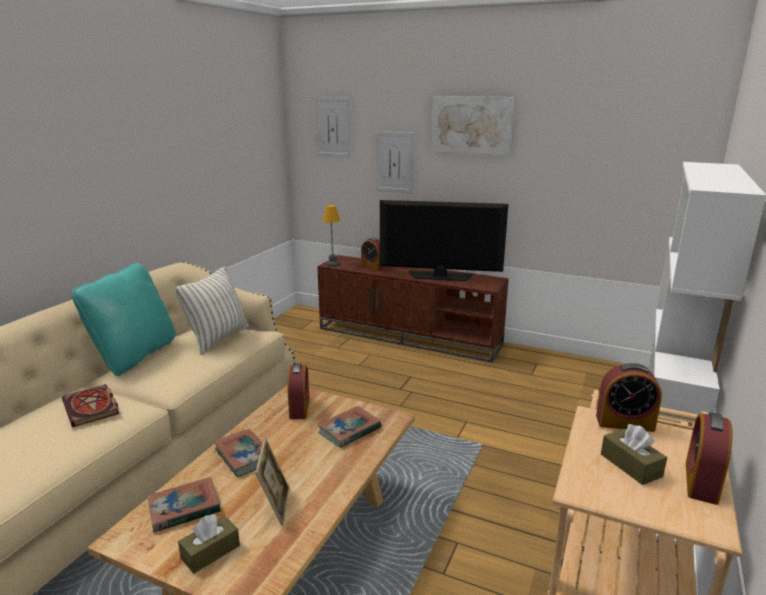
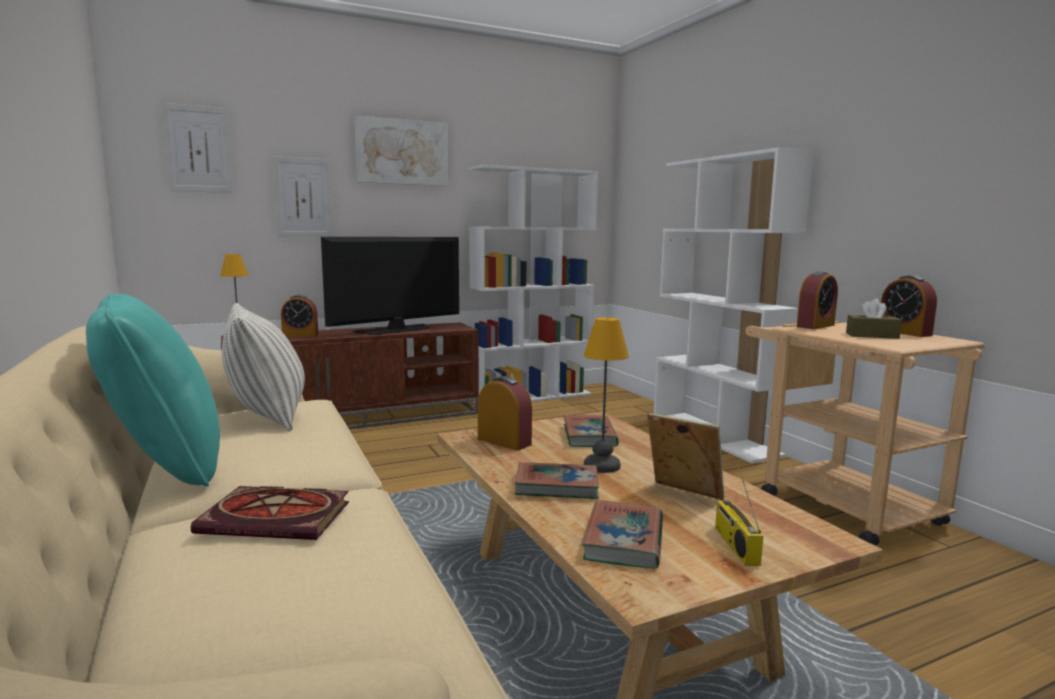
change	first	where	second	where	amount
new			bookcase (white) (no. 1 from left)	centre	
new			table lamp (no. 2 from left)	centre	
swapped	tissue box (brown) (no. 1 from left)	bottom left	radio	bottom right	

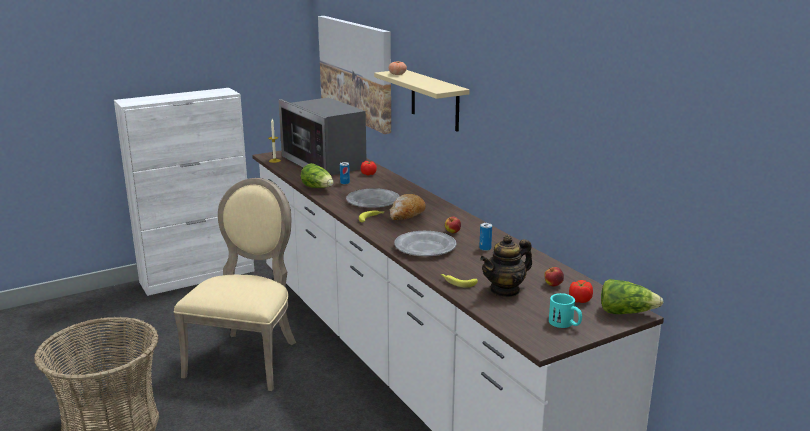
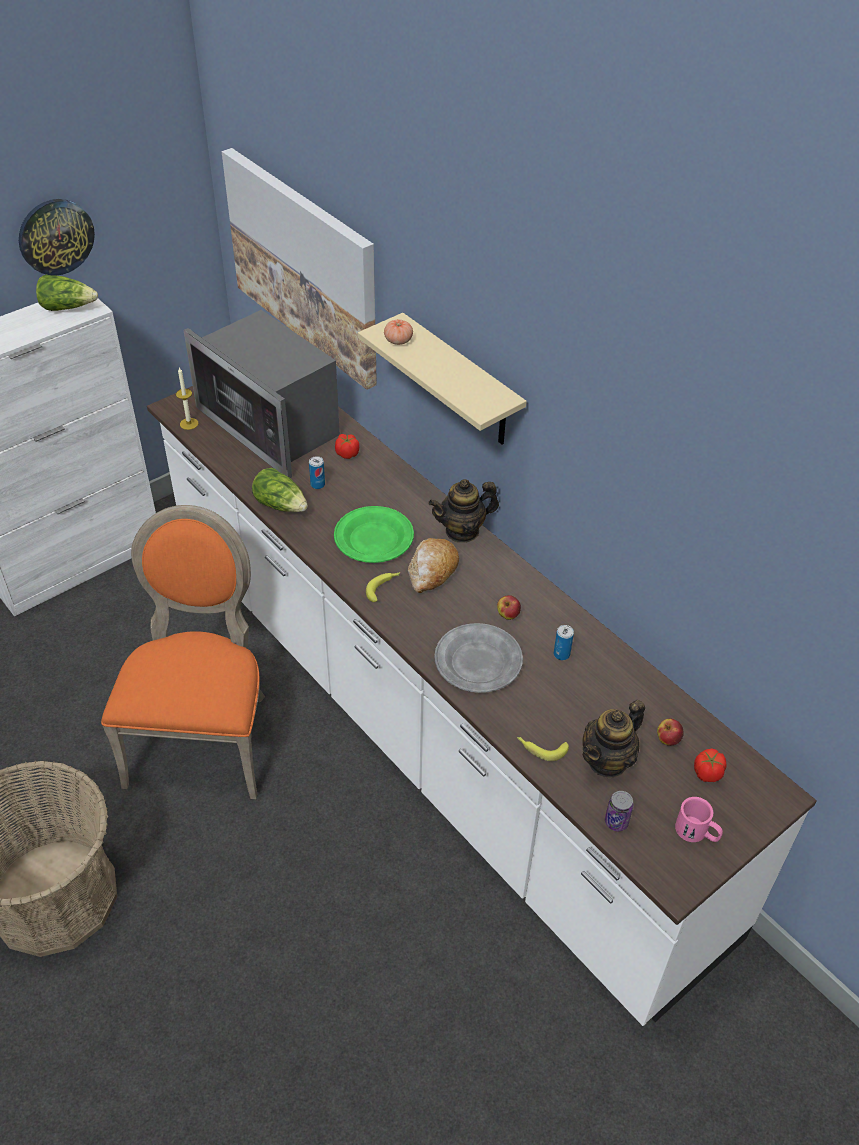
change	first	where	second	where	amount
new			wall clock	top left	
shifted	lettuce (no. 2 from left in the first image)	bottom right	lettuce (no. 1 from left)	top left	
repainted	chair (beige)	middle left	chair (orange)	middle left	
repainted	plate (grey) (no. 1 from left)	centre	plate (green)	centre	
new			teapot (no. 1 from left)	centre	
new			can (no. 3 from left)	bottom right	
repainted	mug (turquoise)	bottom right	mug (pink)	bottom right	

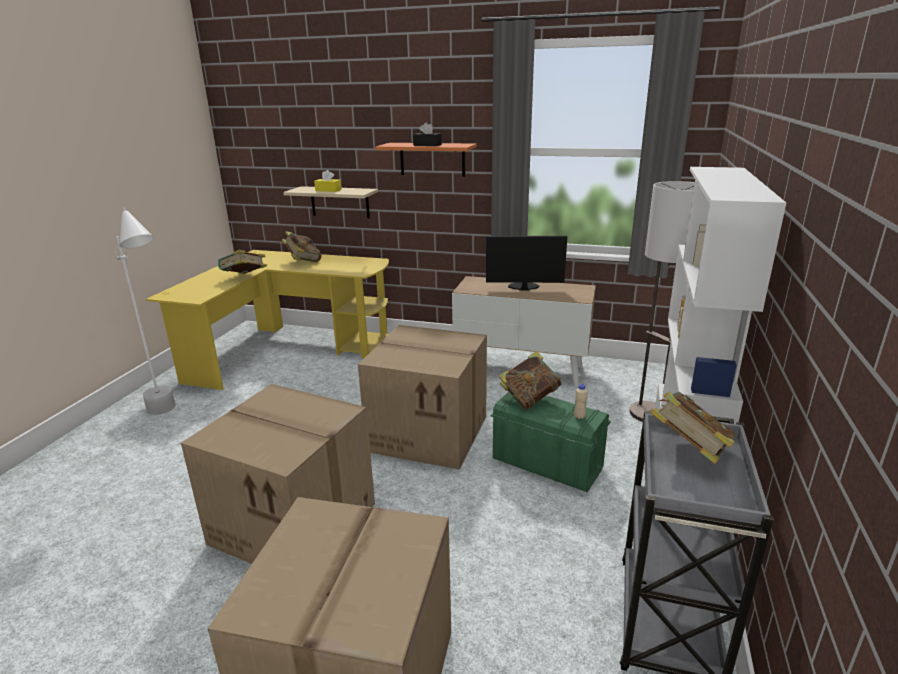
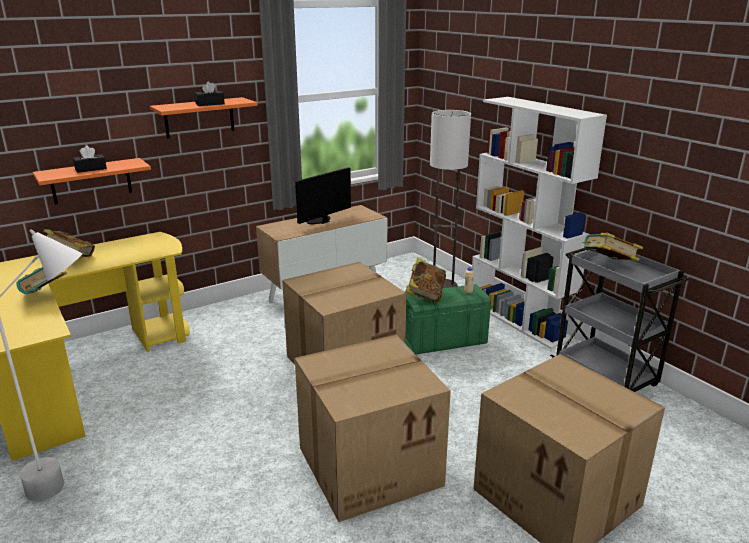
change	first	where	second	where	amount
repainted	shelf (beige)	top centre	shelf (orange) (no. 1 from left)	middle left	
repainted	tissue box (yellow)	top centre	tissue box (black) (no. 1 from left)	top left	

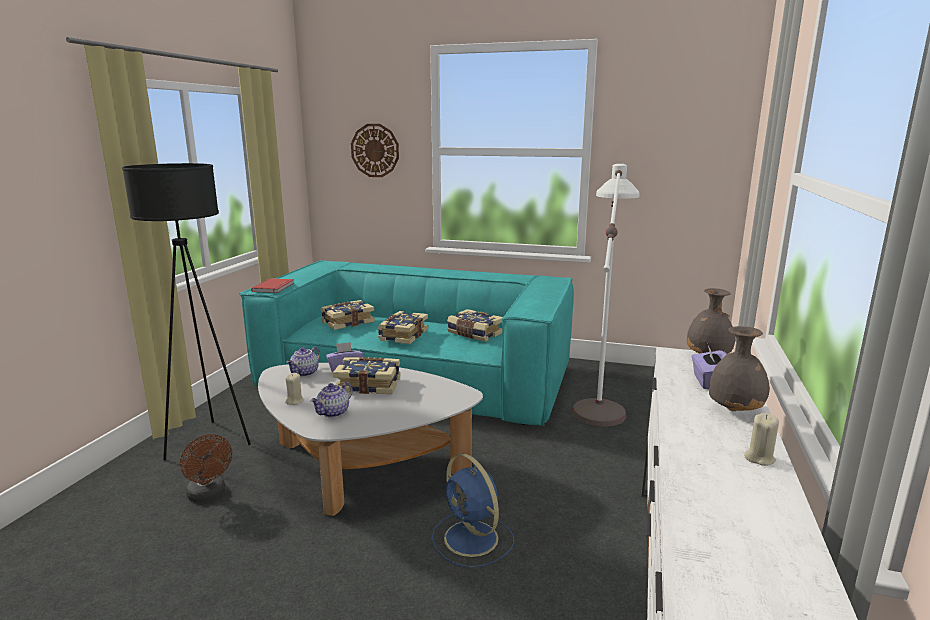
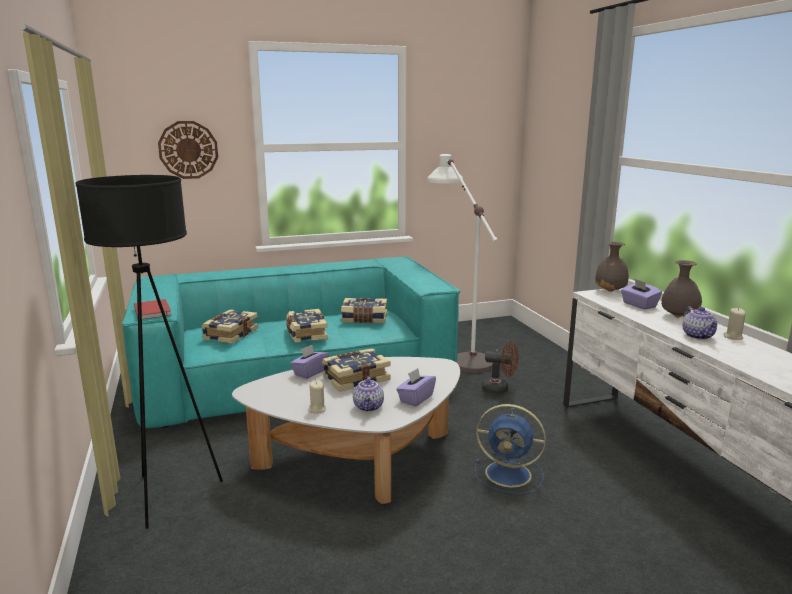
change	first	where	second	where	amount
new			tissue box (purple) (no. 2 from left)	centre	
shifted	fan (brown)	bottom left		centre	
shifted	teapot (no. 1 from left in the first image)	middle left	teapot (no. 2 from left)	middle right	

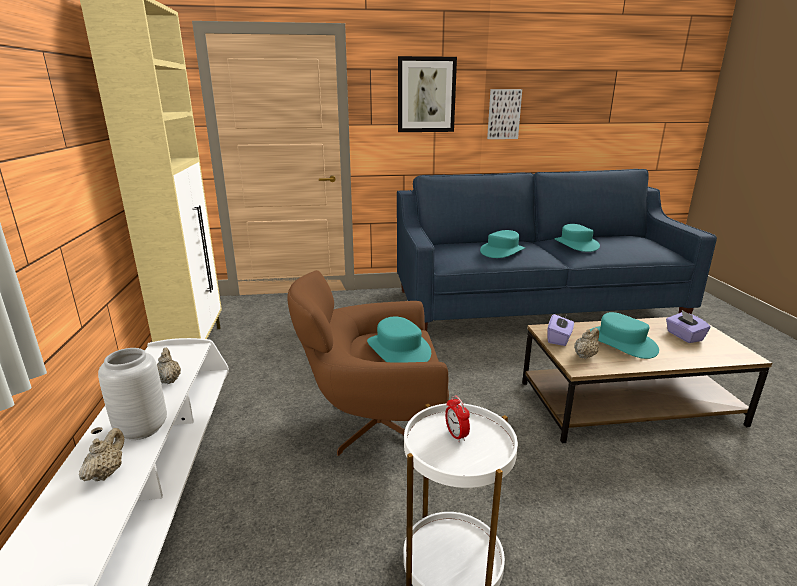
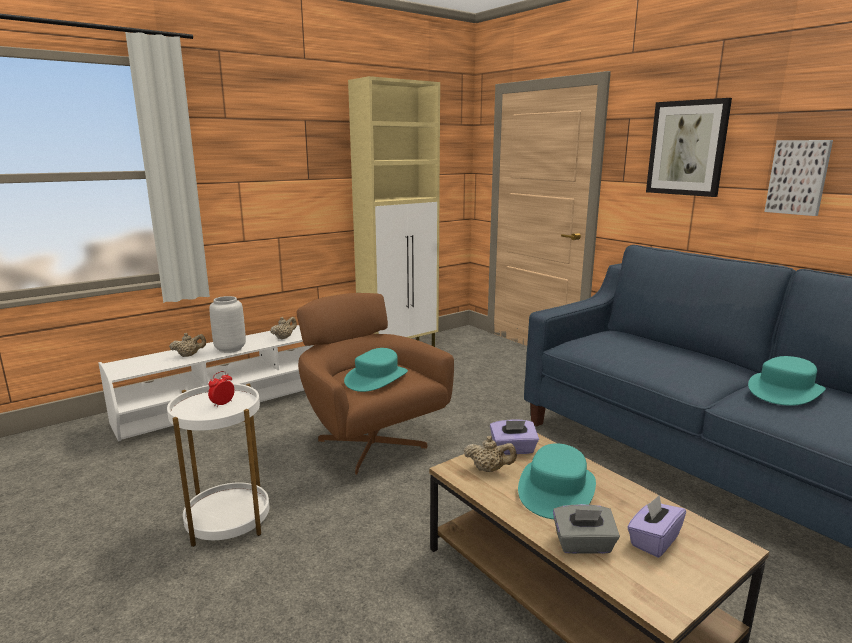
change	first	where	second	where	amount
new			tissue box (grey)	bottom right	
gone	hat (turquoise) (no. 2 from left)	centre			

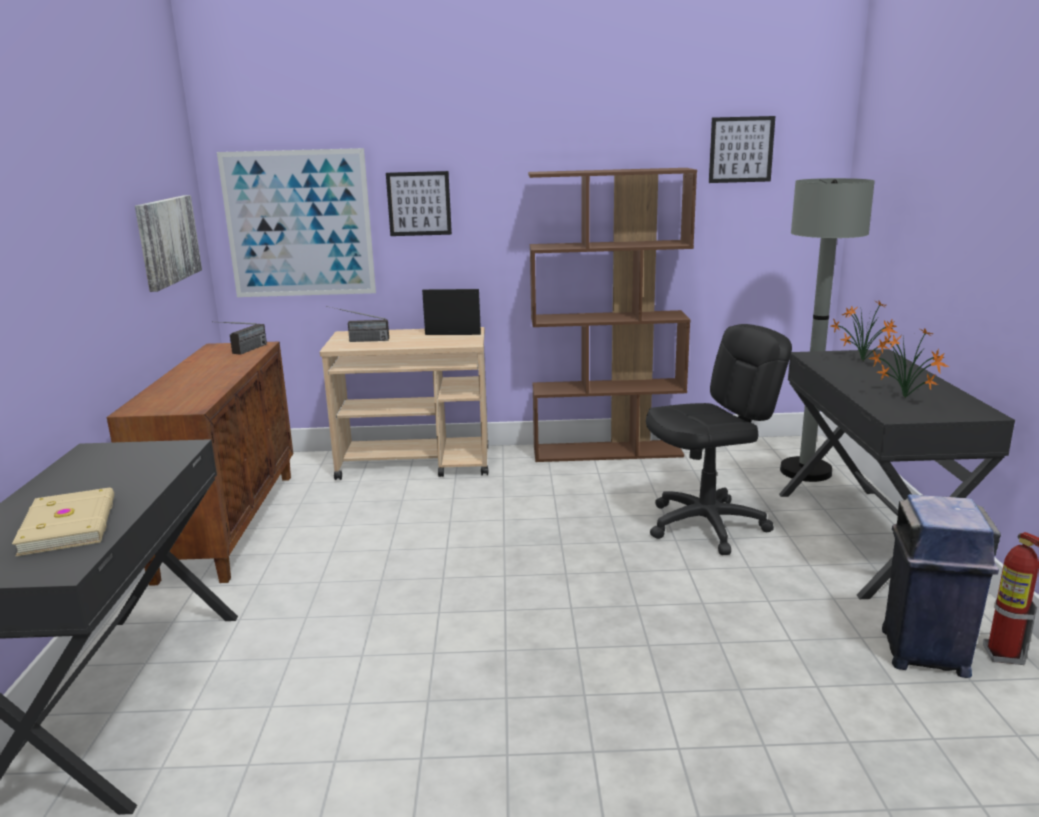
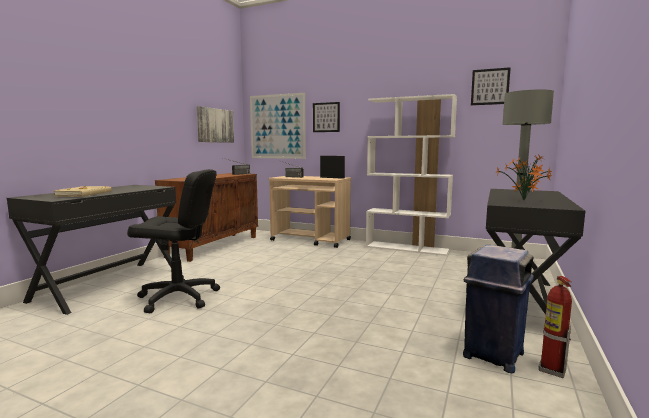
change	first	where	second	where	amount
shifted	office chair (black)	middle right		middle left	
repainted	bookcase (brown)	centre	bookcase (white)	centre	

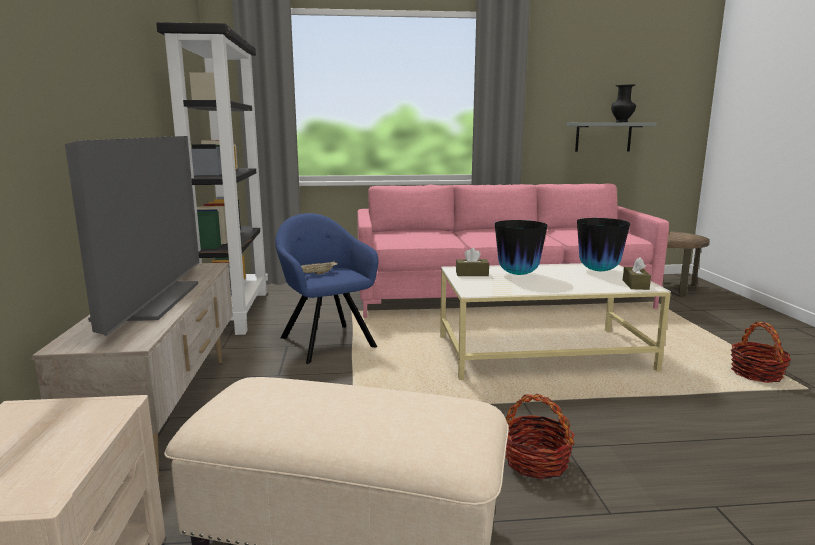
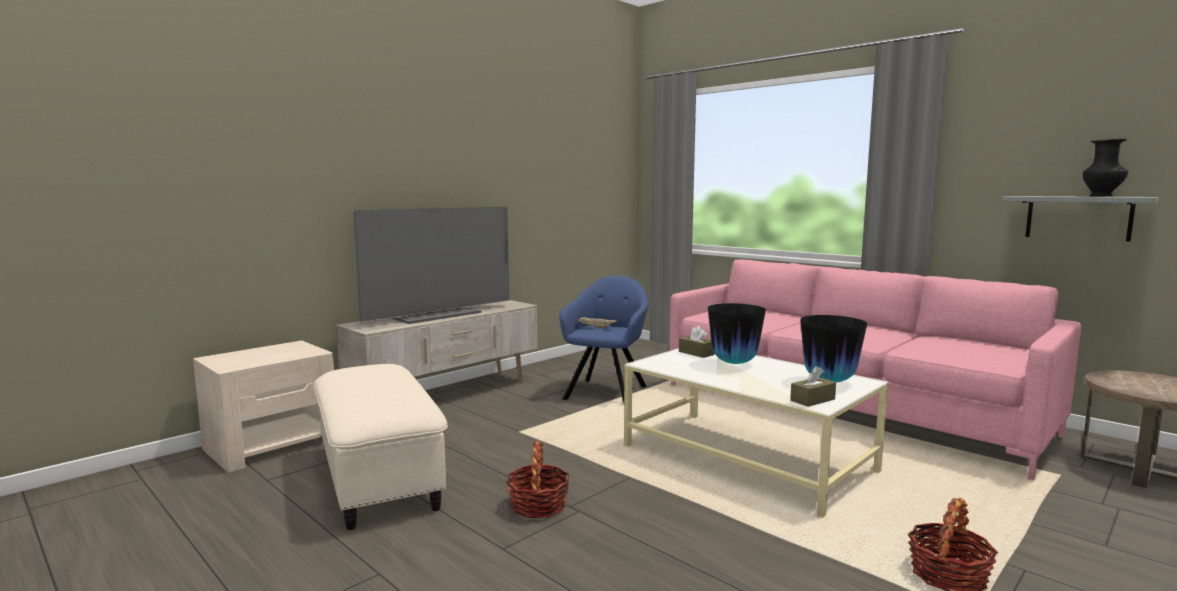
change	first	where	second	where	amount
gone	bookcase (black)	top left			

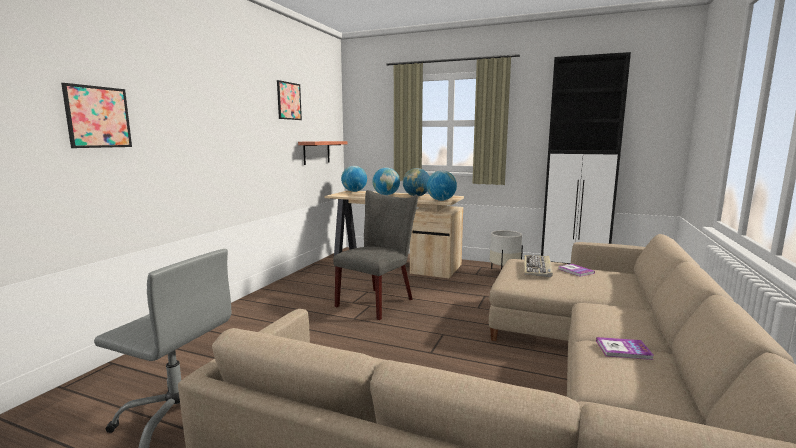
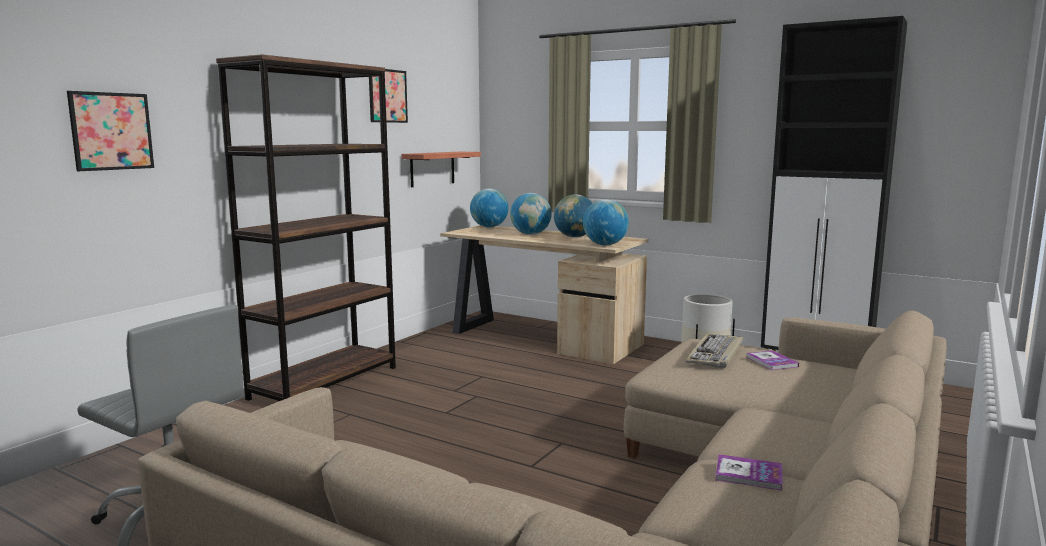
change	first	where	second	where	amount
new			bookcase (brown)	middle left	
gone	chair (grey)	centre			

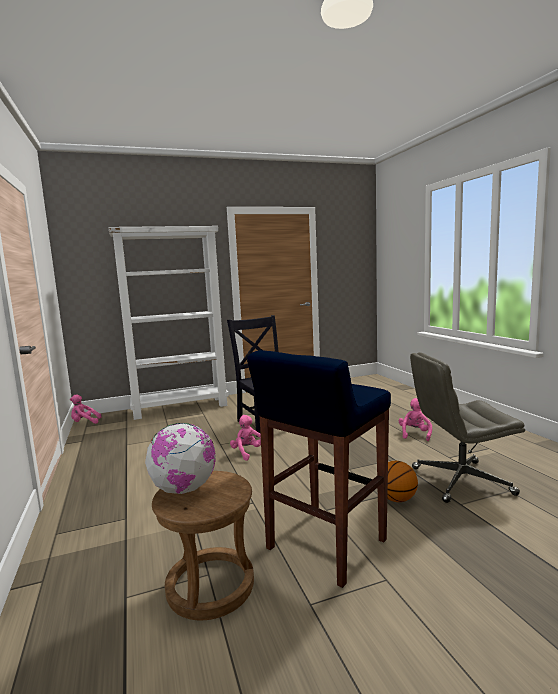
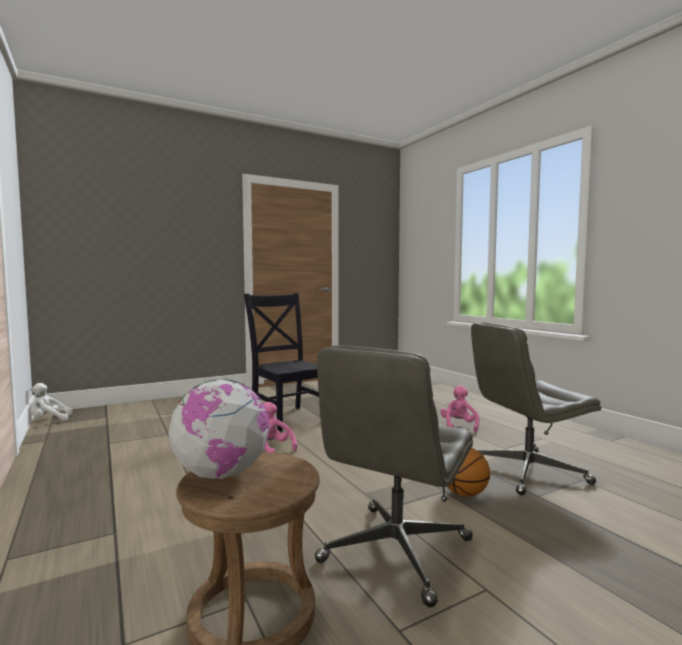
change	first	where	second	where	amount
repainted	plush toy (pink) (no. 1 from left)	middle left	plush toy (white)	middle left	
swapped	stool (blue)	bottom centre	office chair (grey) (no. 1 from left)	bottom centre	
gone	bookcase (white)	middle left			

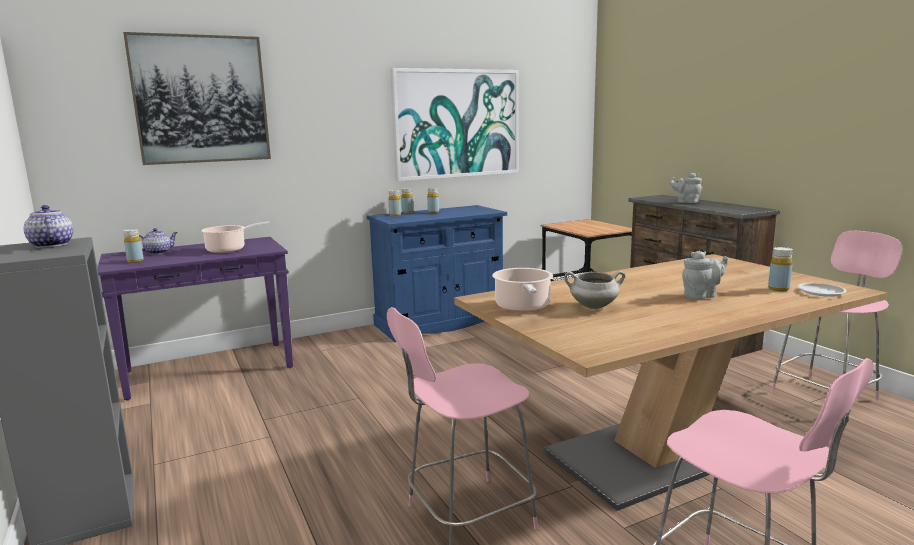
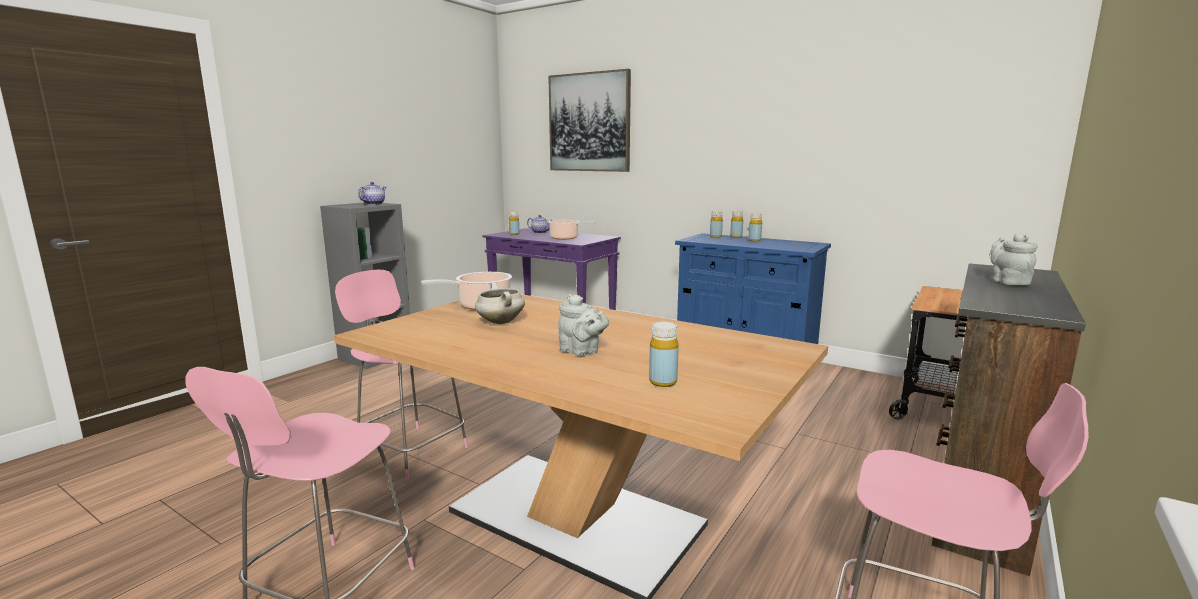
change	first	where	second	where	amount
gone	picture (no. 2 from left)	top centre			
gone	plate (white)	middle right			

